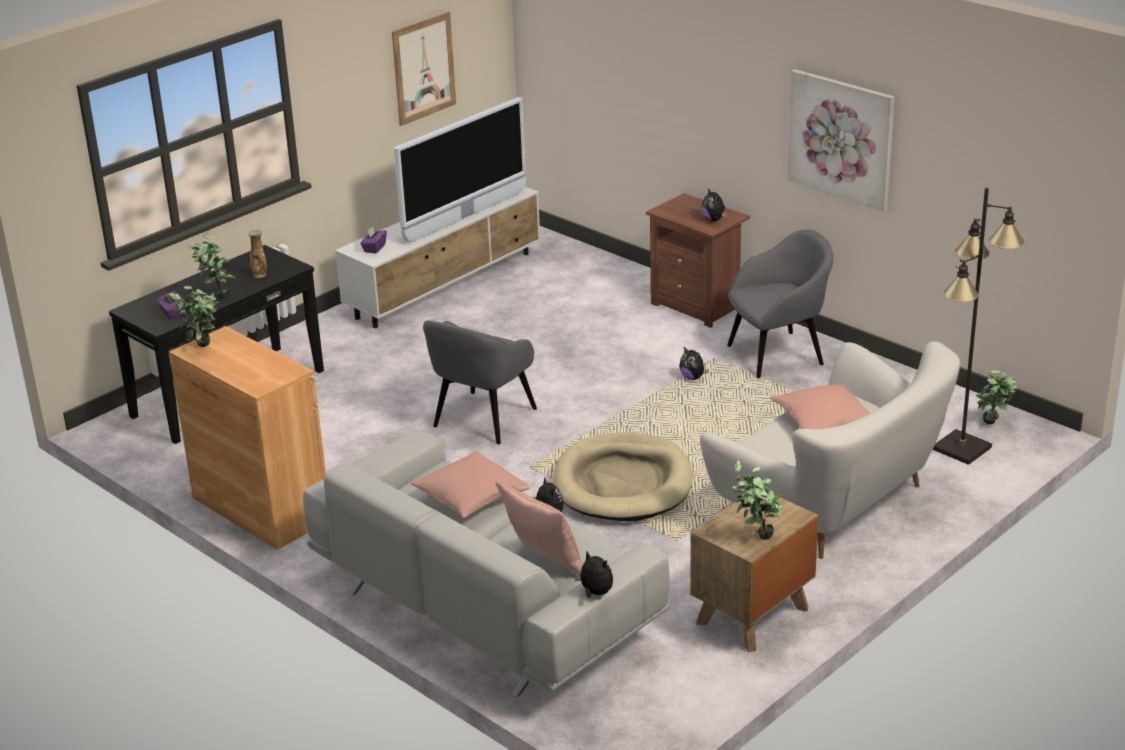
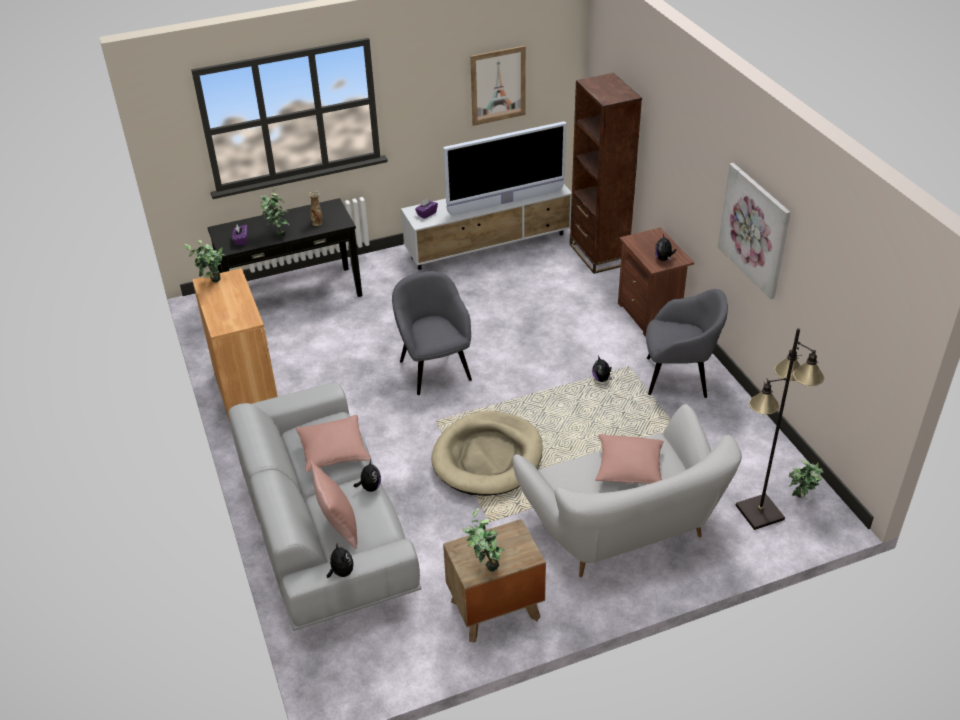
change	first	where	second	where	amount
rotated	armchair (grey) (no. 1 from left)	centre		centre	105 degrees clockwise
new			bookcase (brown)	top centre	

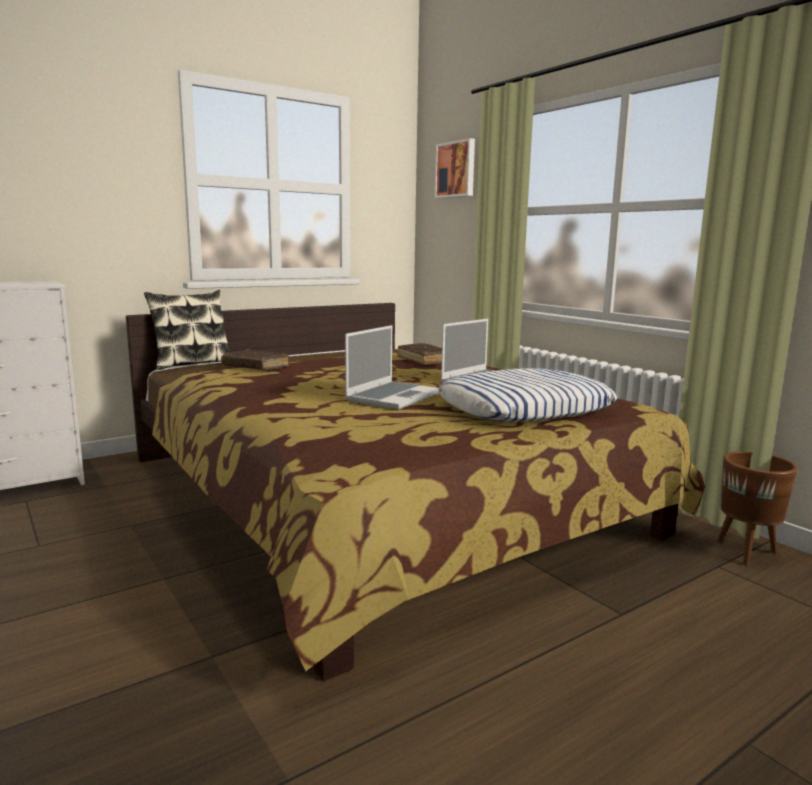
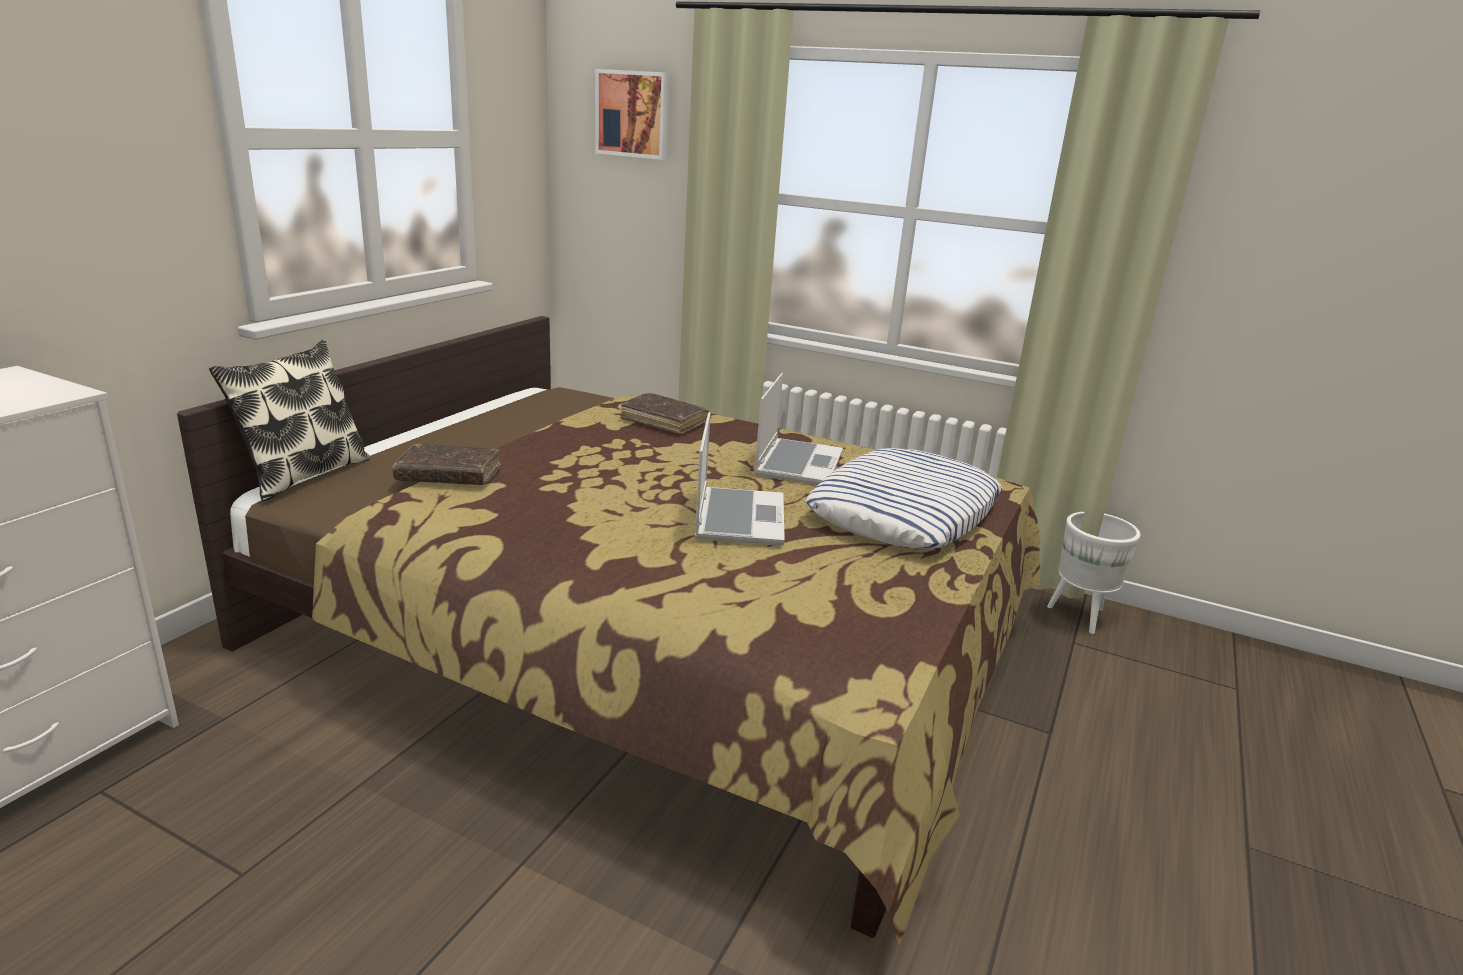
change	first	where	second	where	amount
repainted	planter (brown)	middle right	planter (white)	middle right	

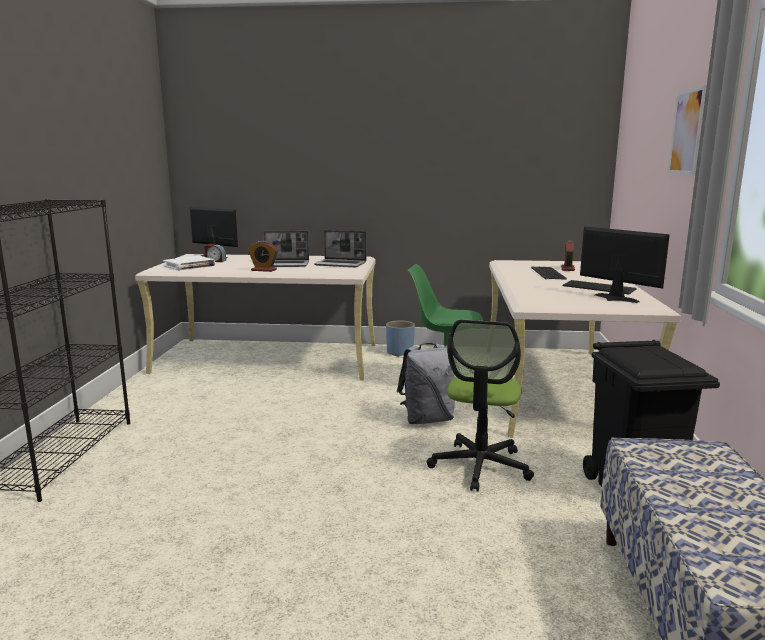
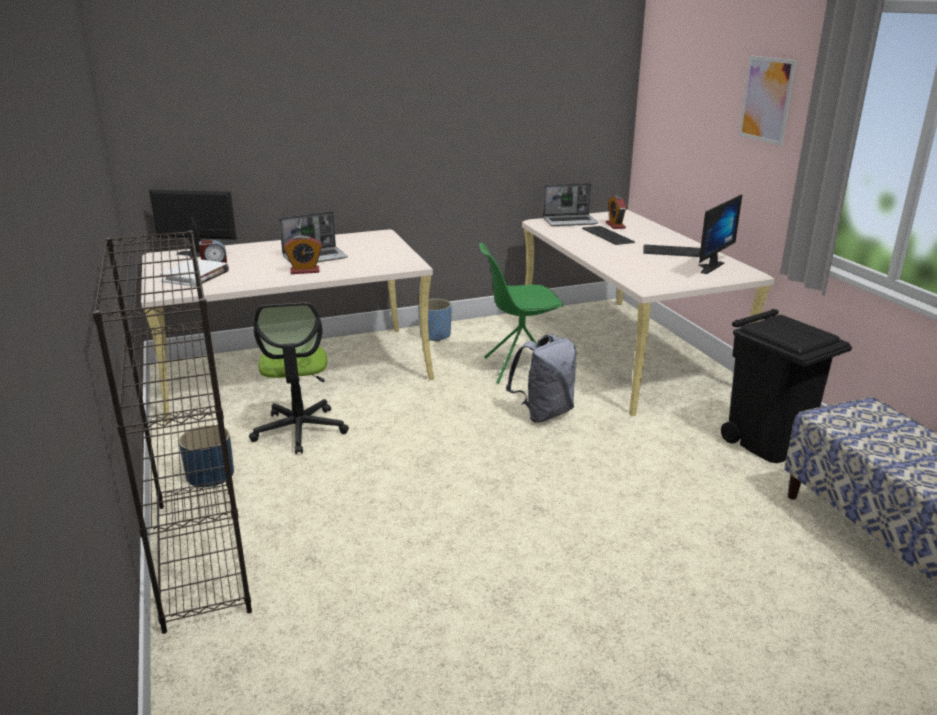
change	first	where	second	where	amount
new			planter (blue) (no. 1 from left)	middle left	
shifted	office chair	centre		middle left	
shifted	laptop (no. 2 from left)	centre		top centre	
rotated	monitor (no. 2 from left)	middle right		top right	105 degrees clockwise

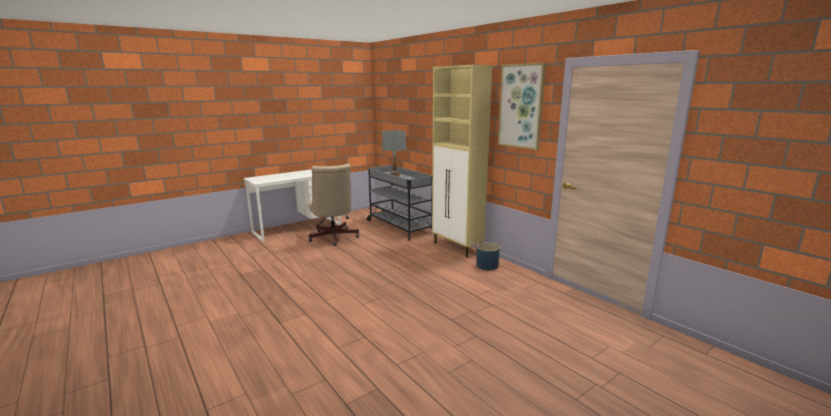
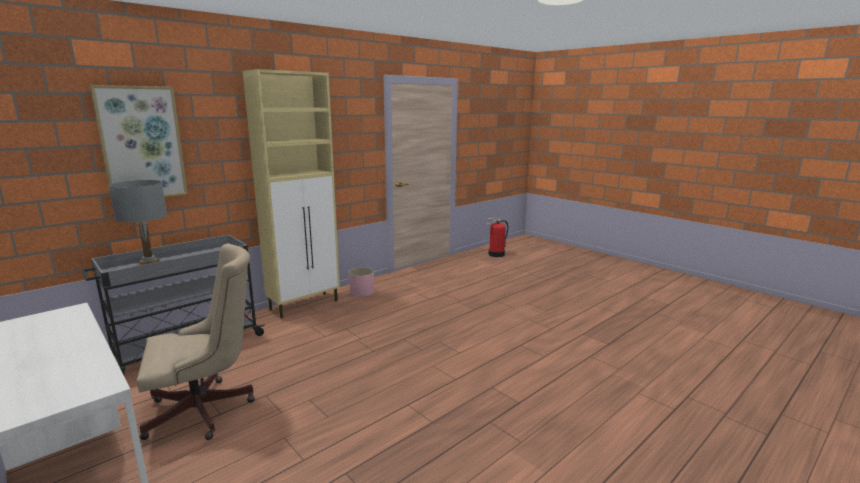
change	first	where	second	where	amount
shifted	picture	top centre		top left	
repainted	planter (blue)	centre	planter (pink)	centre	
new			fire extinguisher	centre	

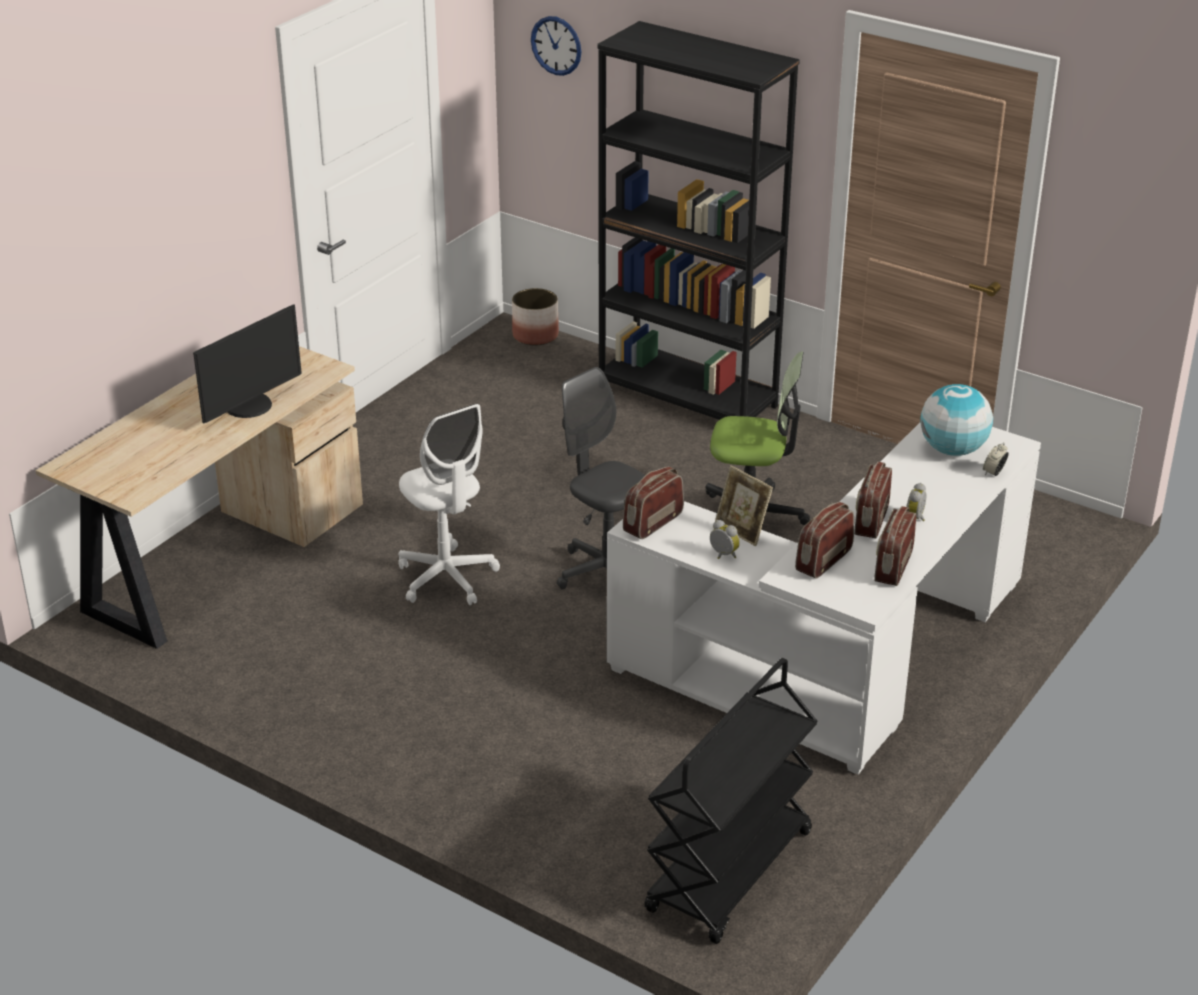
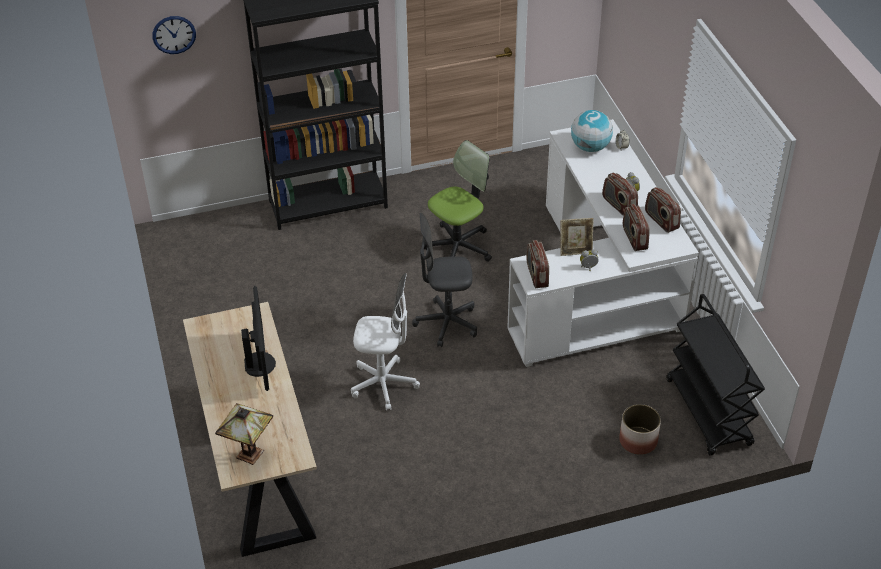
change	first	where	second	where	amount
new			table lamp	bottom left	
shifted	planter	top centre		bottom right	

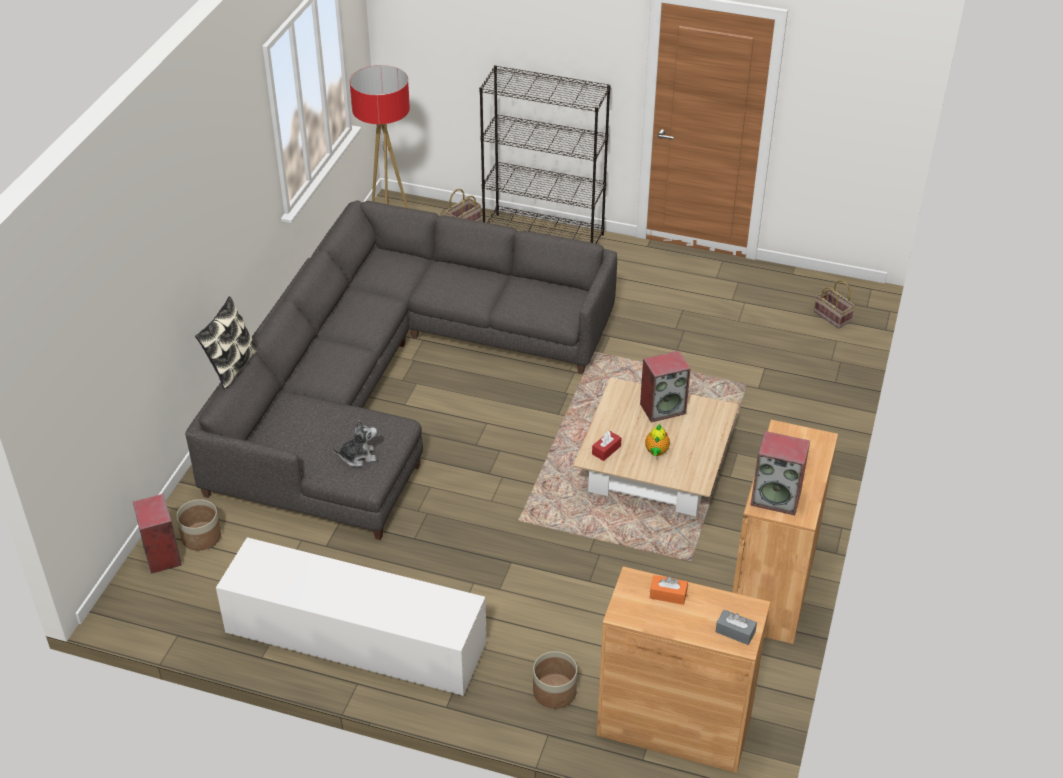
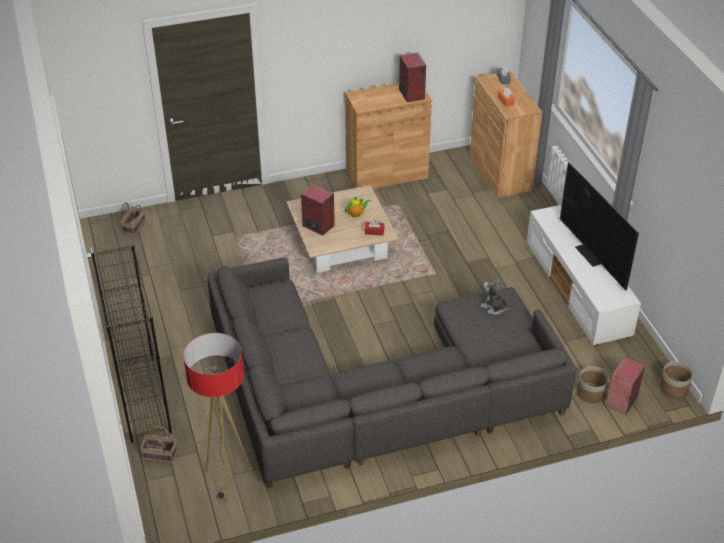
change	first	where	second	where	amount
new			television	middle right	
shifted	planter (no. 2 from left)	bottom centre		bottom right	
gone	pillow	middle left			

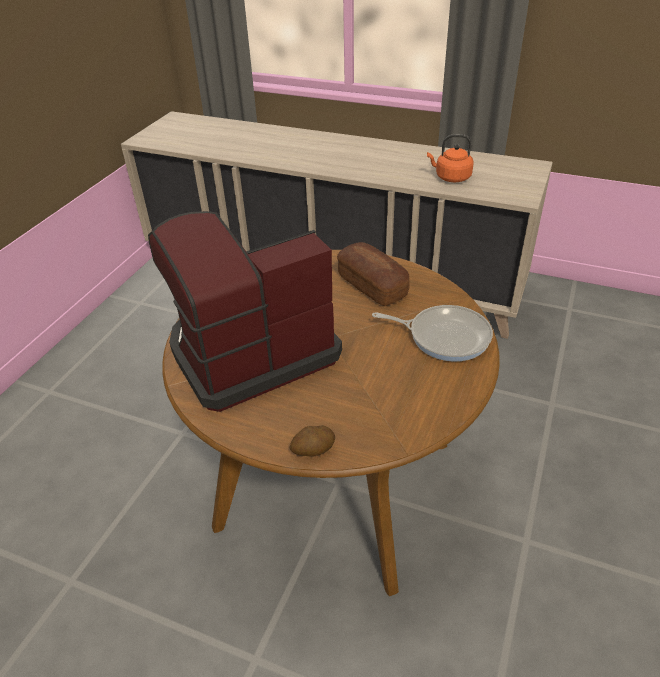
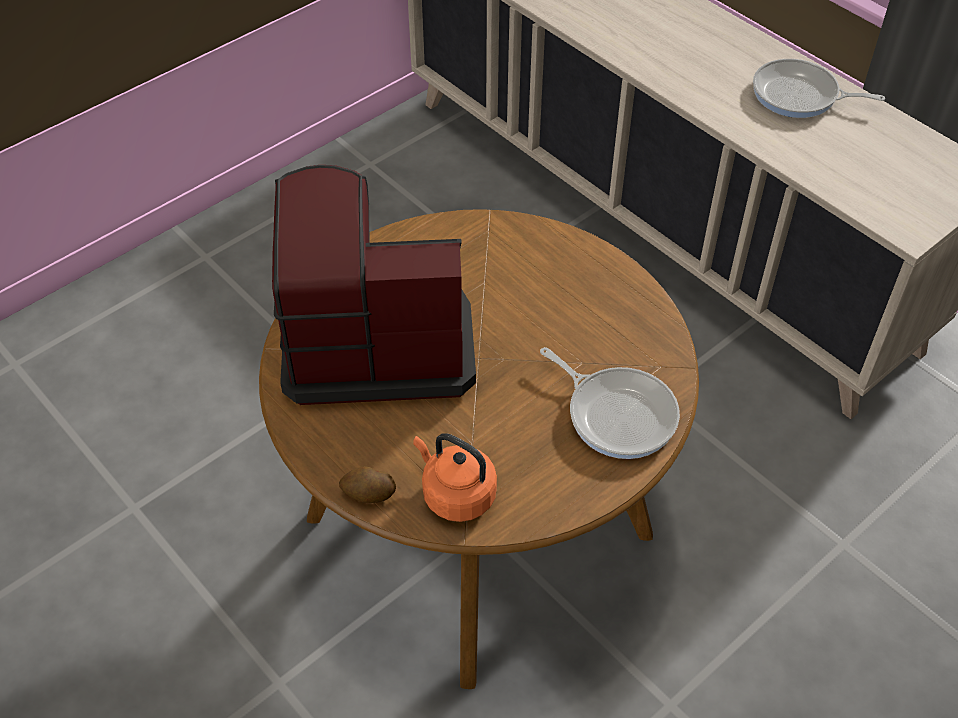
change	first	where	second	where	amount
shifted	kettle (orange)	top right		centre	
new			frying pan (no. 2 from left)	top right	
gone	bread	centre			

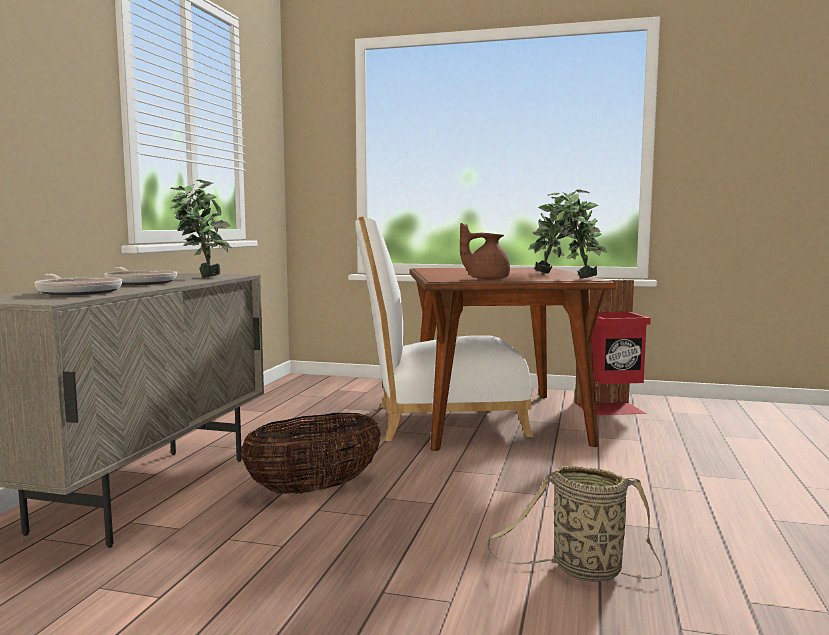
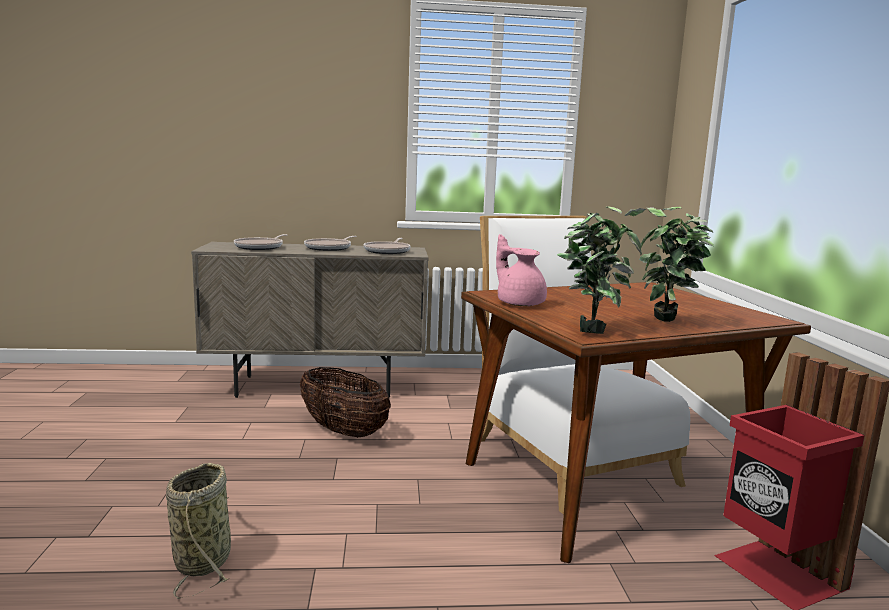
change	first	where	second	where	amount
swapped	potted plant (no. 1 from left)	middle left	frying pan (no. 3 from left)	centre	
repainted	teapot (brown)	centre	teapot (pink)	centre	

